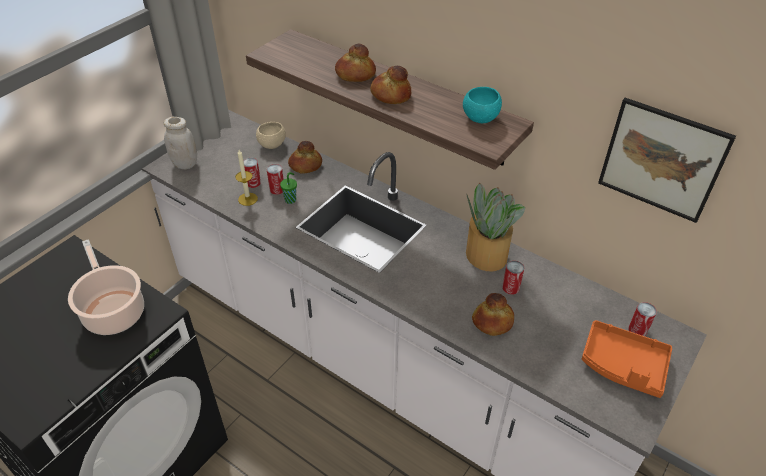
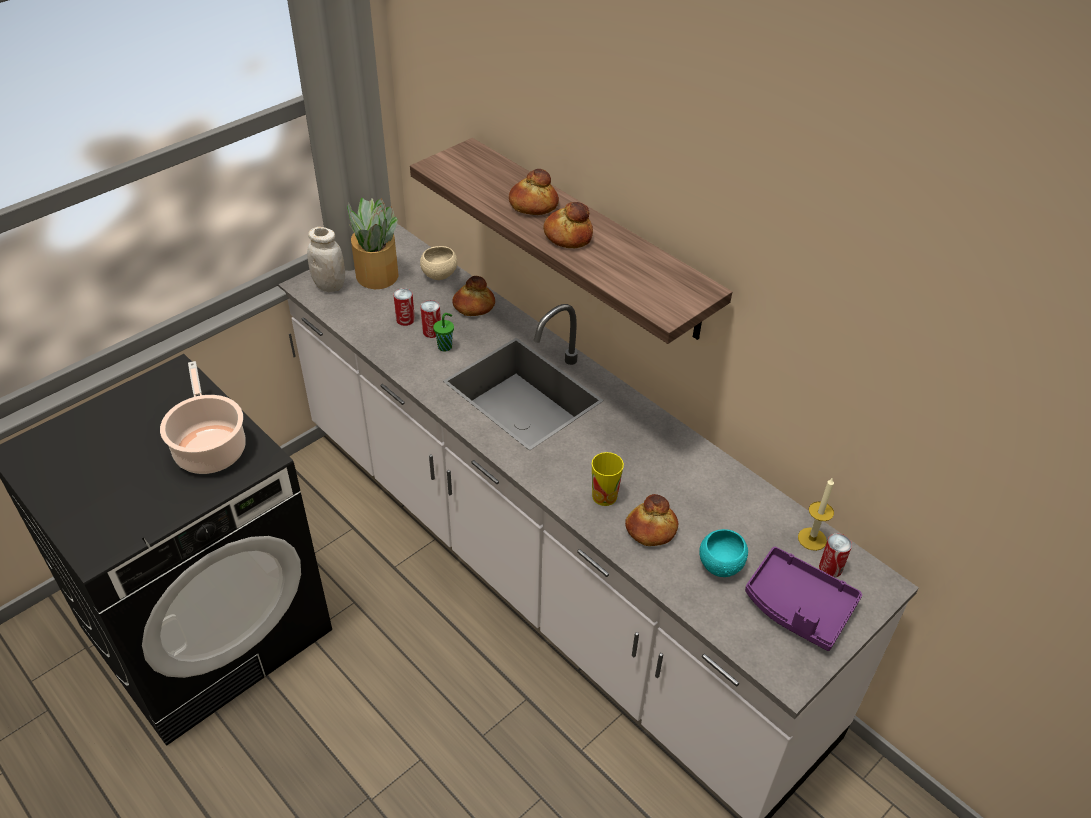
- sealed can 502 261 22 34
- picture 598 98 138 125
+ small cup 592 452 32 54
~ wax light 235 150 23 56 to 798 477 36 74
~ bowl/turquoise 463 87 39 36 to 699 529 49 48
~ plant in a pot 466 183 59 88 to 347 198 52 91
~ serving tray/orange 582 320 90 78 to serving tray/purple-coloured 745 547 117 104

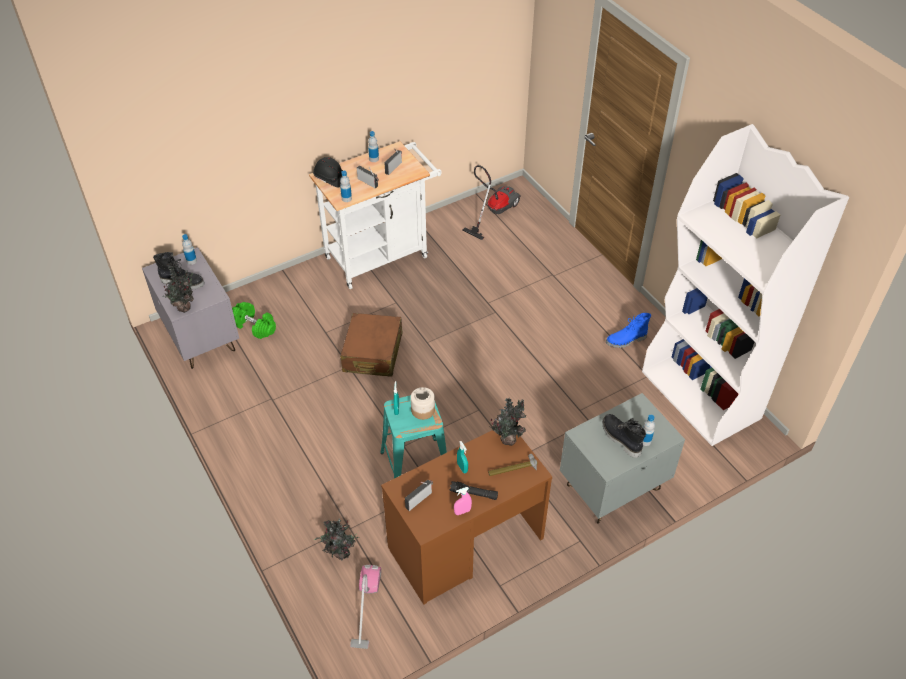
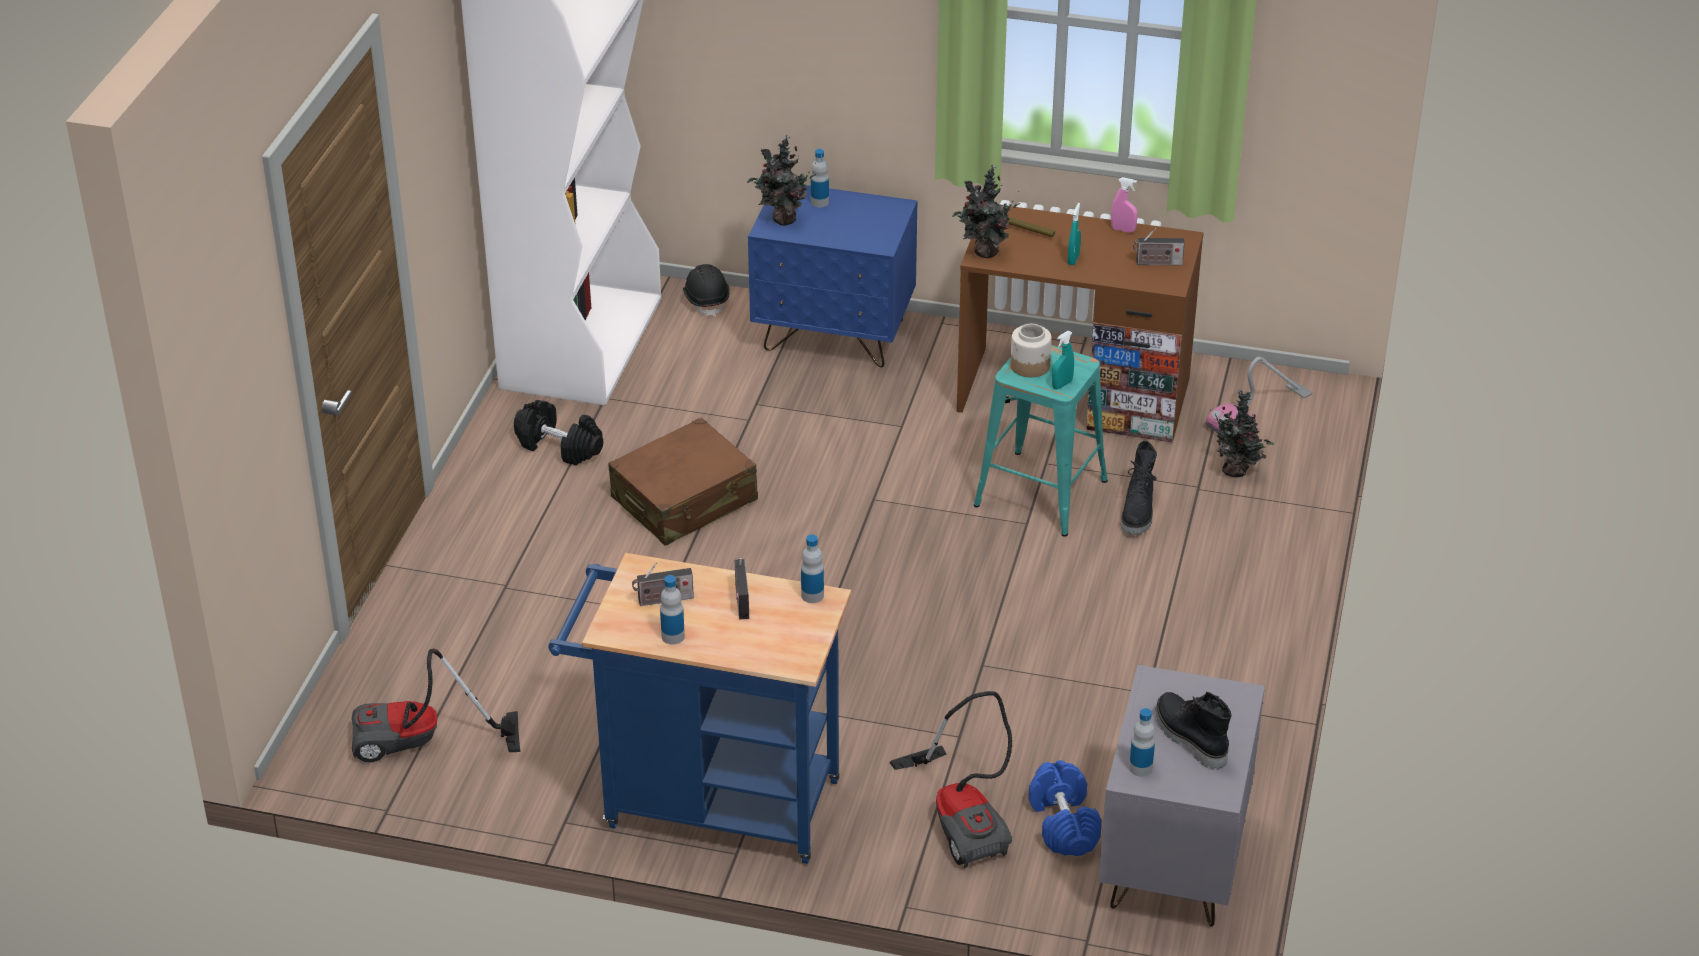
- flashlight/black-coloured 450 481 48 19
+ hoover 890 691 122 177
~ plant in a pot 162 266 32 47 to 747 135 69 91
~ safety helmet/black-coloured 313 157 30 31 to 683 264 47 53
~ travel case/brown-coloured 340 313 62 64 to 608 418 150 128
~ high-top boot/black-coloured 602 414 44 44 to 1121 441 36 94
~ high-top boot/blue 606 313 45 35 to free weight/black-coloured 514 400 89 65
~ free weight/green-coloured 232 302 44 37 to free weight/blue 1028 760 74 96
~ trolley/whitish 309 141 133 148 to trolley/blue 548 553 303 311
~ night table/gray 560 393 125 131 to night table/blue 748 185 169 182

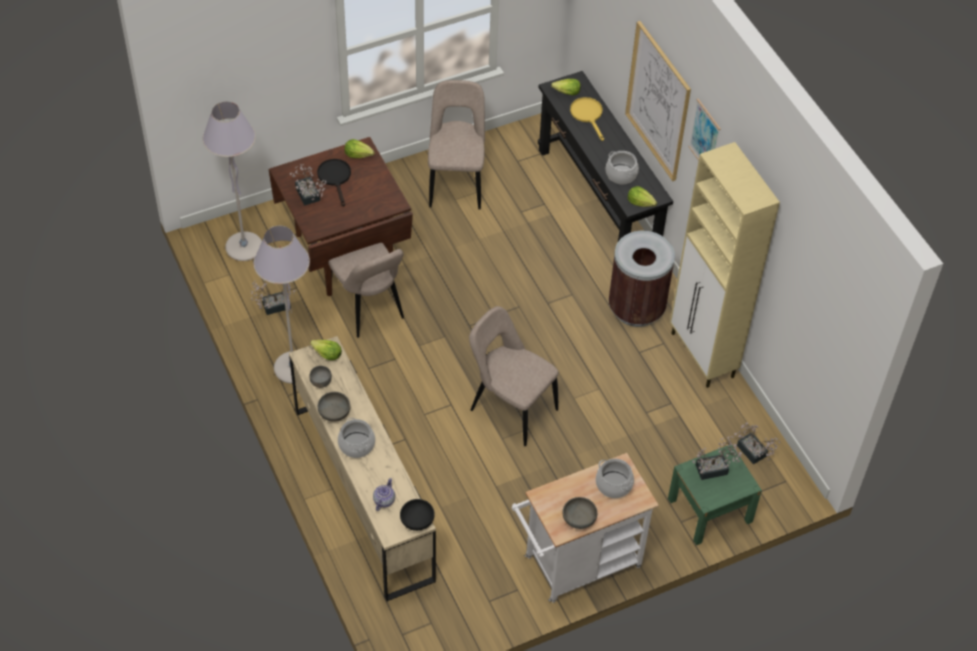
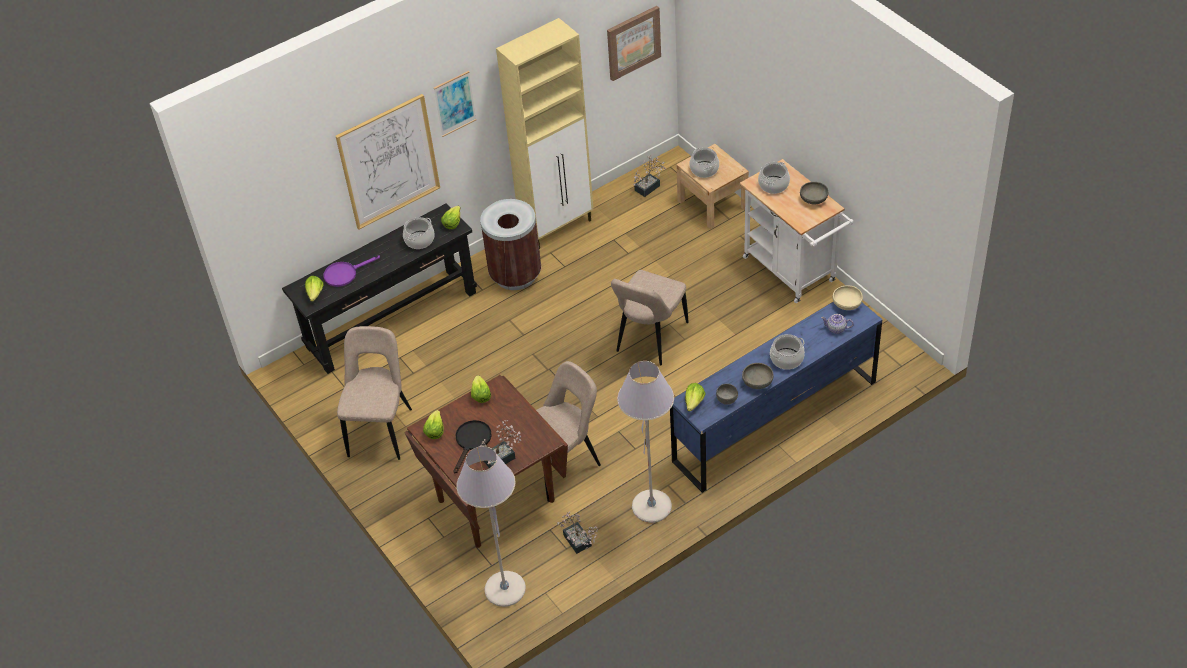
+ head of lettuce 471 375 20 28
+ picture 607 6 54 75
~ plant in a pot 692 436 50 44 to saucepot 689 148 30 30
~ drawer chest/beige 289 336 147 265 to drawer chest/blue 670 302 212 191
~ bowl/black-coloured 400 499 35 32 to bowl/beige 833 285 30 25
~ frying pan/yellow 570 97 34 44 to frying pan/purple-coloured 323 256 57 31
~ night table/green-coloured 668 445 94 100 to night table/beige 676 144 73 85
~ frying pan/black-coloured 317 159 34 48 = 453 420 39 53 135 degrees clockwise
~ plain chair/beige 428 80 57 130 = 337 326 75 134 105 degrees clockwise

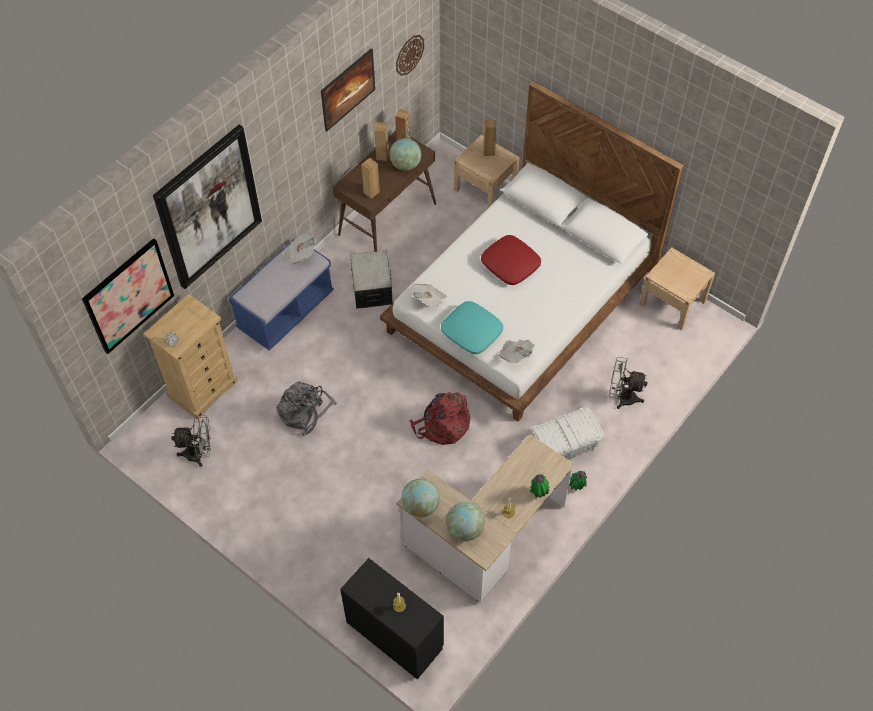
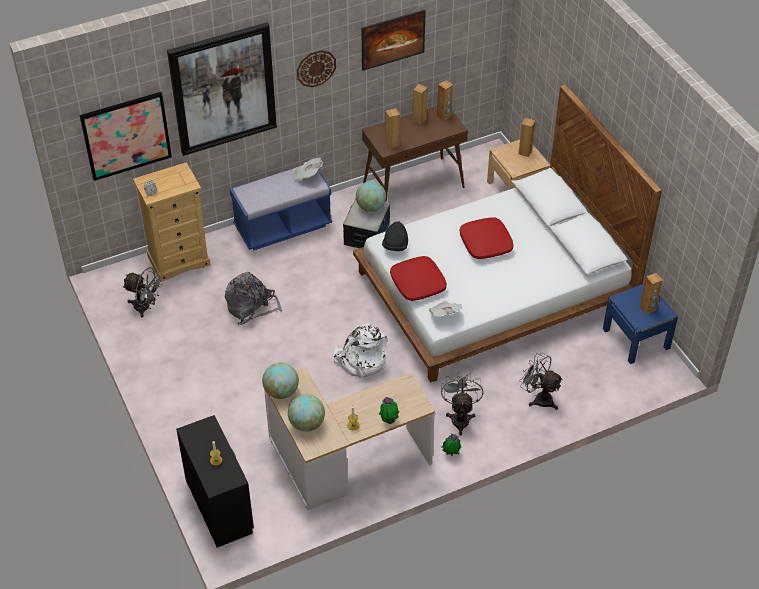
+ audio speaker/brown-coloured 640 273 23 41
~ world globe 389 138 32 33 to 356 181 30 31
~ hanging clock 396 35 28 41 to 297 50 39 37
~ daily paper 411 284 36 22 to clothing hat/black-coloured 382 221 26 30
~ storage box/whitish 530 407 74 53 to electric fan/gray 441 372 42 63
~ knapsack/red 410 392 60 53 to knapsack/whitish 333 323 54 55
~ cushion/turquoise 441 301 62 53 to cushion/red 390 256 57 45
~ night table/beige 639 247 76 83 to night table/blue 603 283 75 81

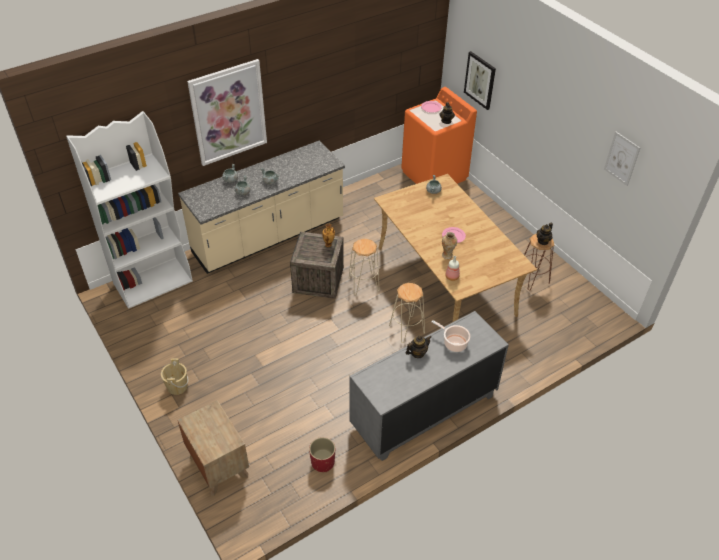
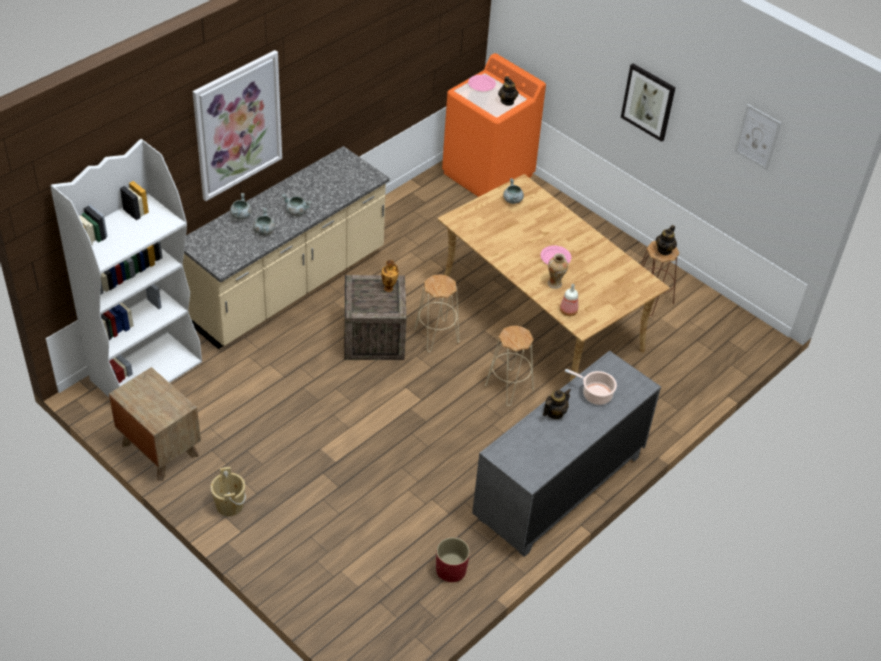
~ night table/brown-coloured 177 400 72 96 to 109 367 92 114
~ picture 464 51 32 59 to 621 63 55 79

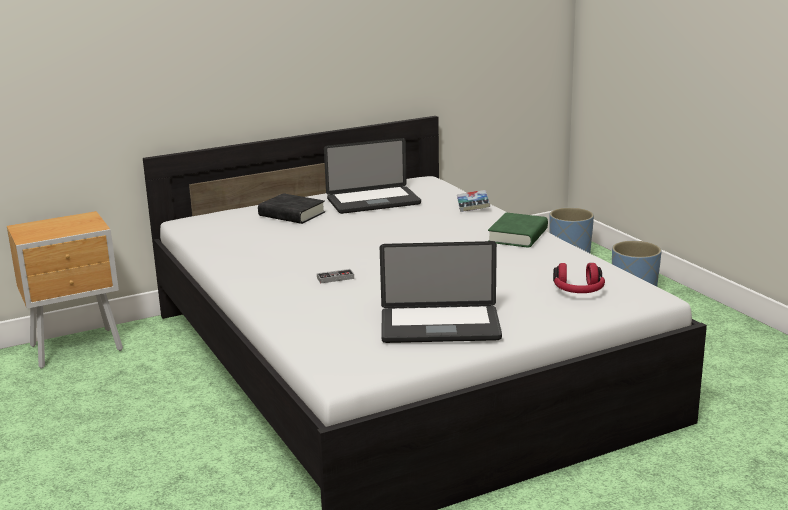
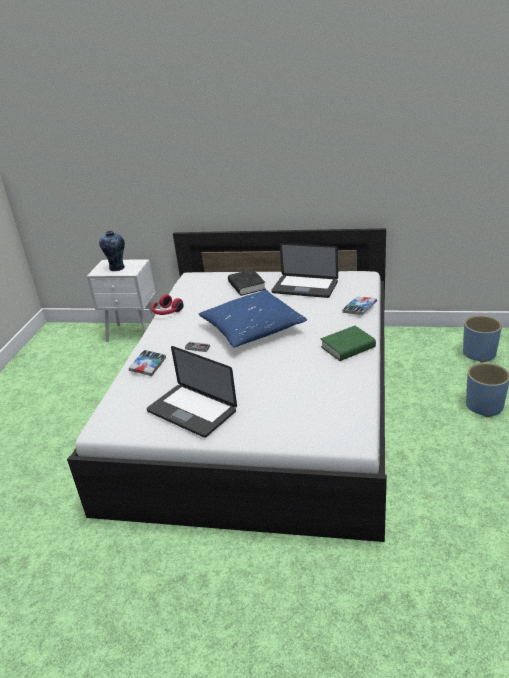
+ flower vase 99 230 26 41
+ volume 129 350 37 26
+ cushion/blue 199 290 108 58
~ headset/red 553 263 52 30 to 151 294 33 21
~ night table/brown-coloured 7 211 116 157 to night table/whitish 87 259 69 83

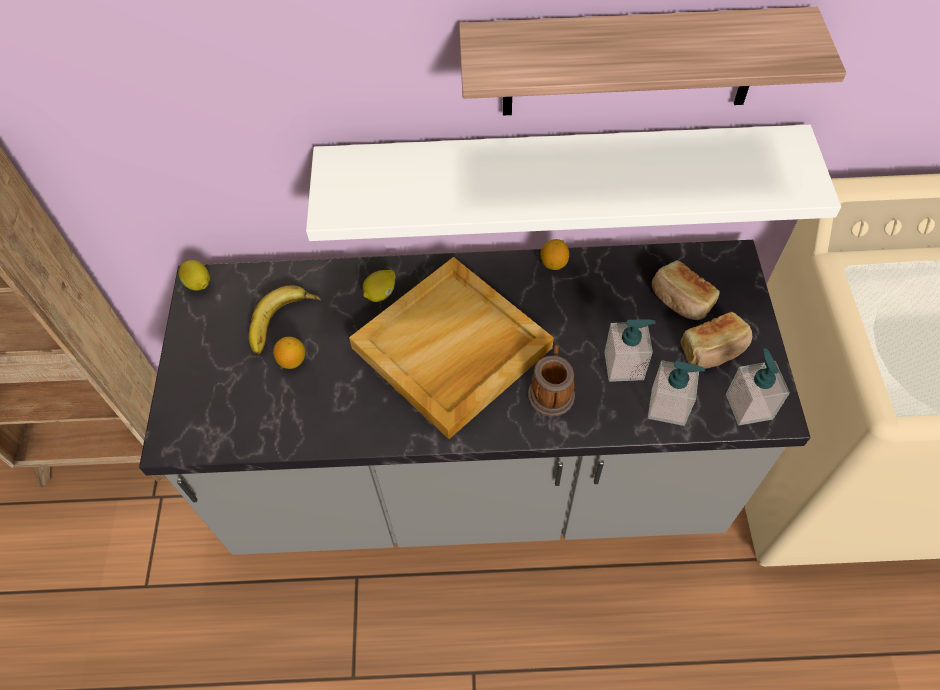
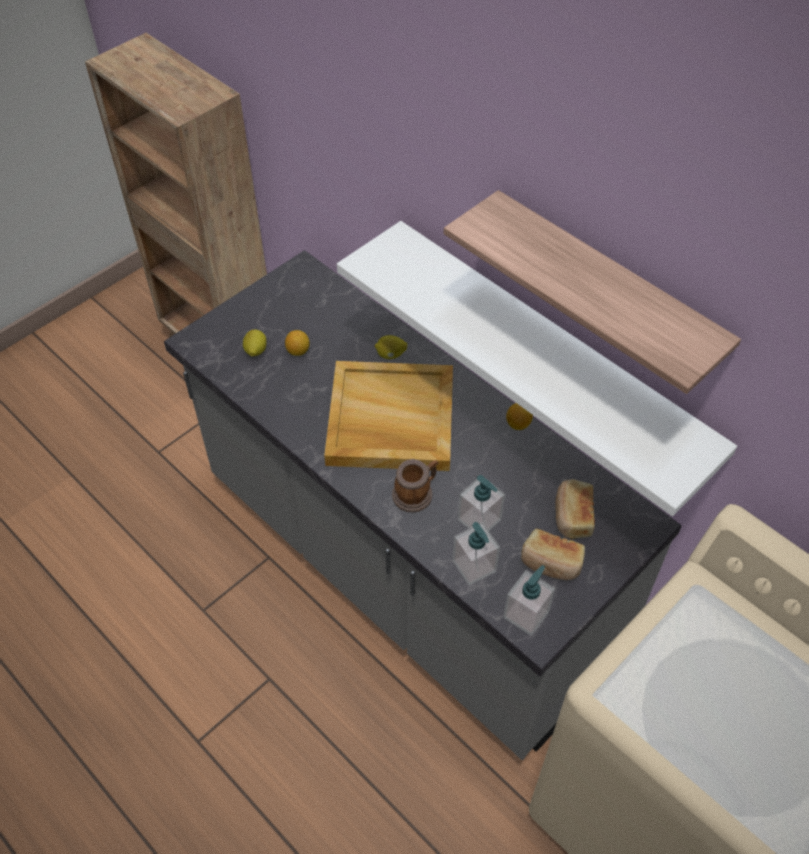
- whole banana 249 285 72 70
~ citrus fruit 179 260 31 31 to 243 329 24 27

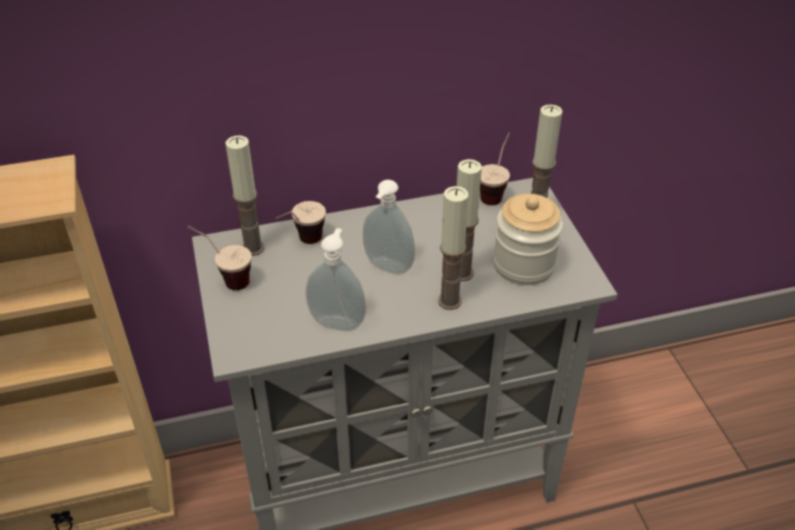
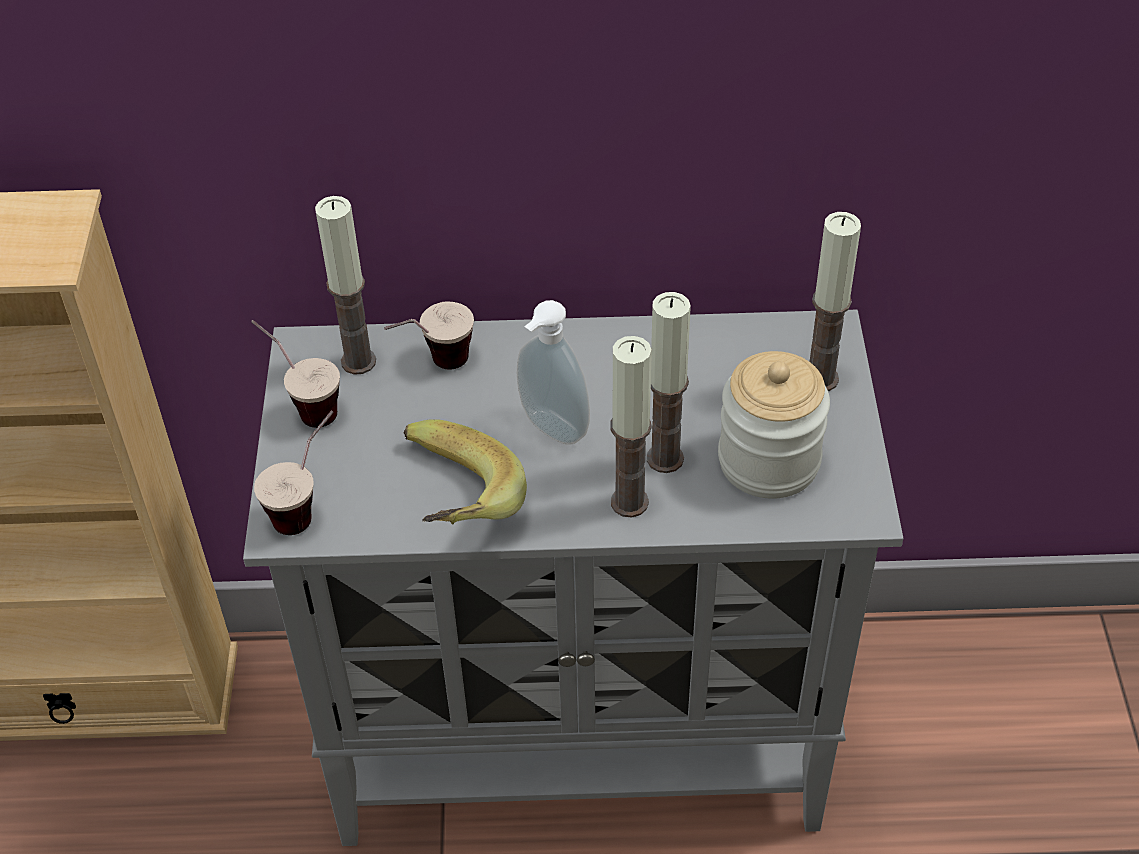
~ small cup 480 133 30 72 to 254 410 80 125
~ soap dispenser 305 228 61 103 to whole banana 404 419 123 105

